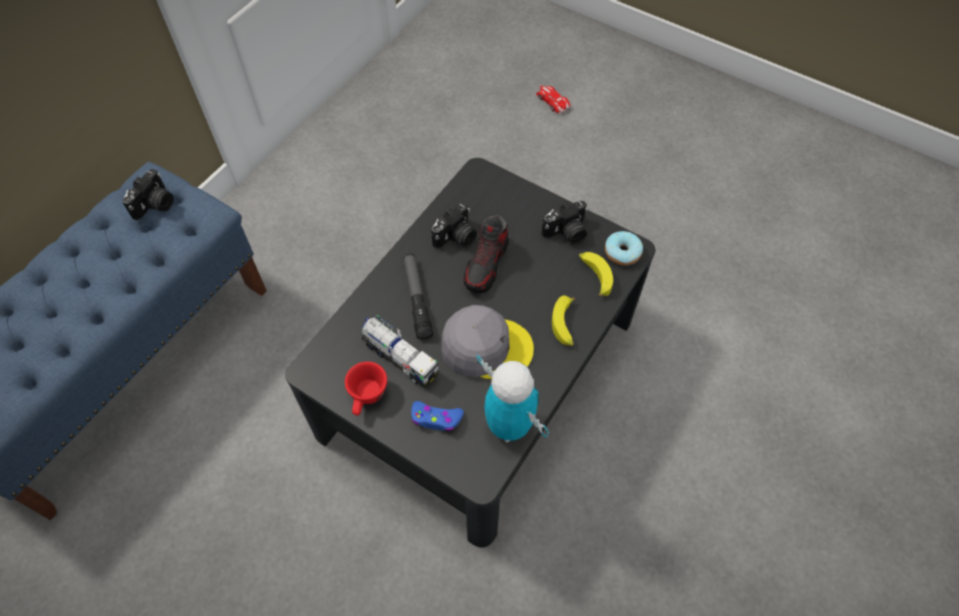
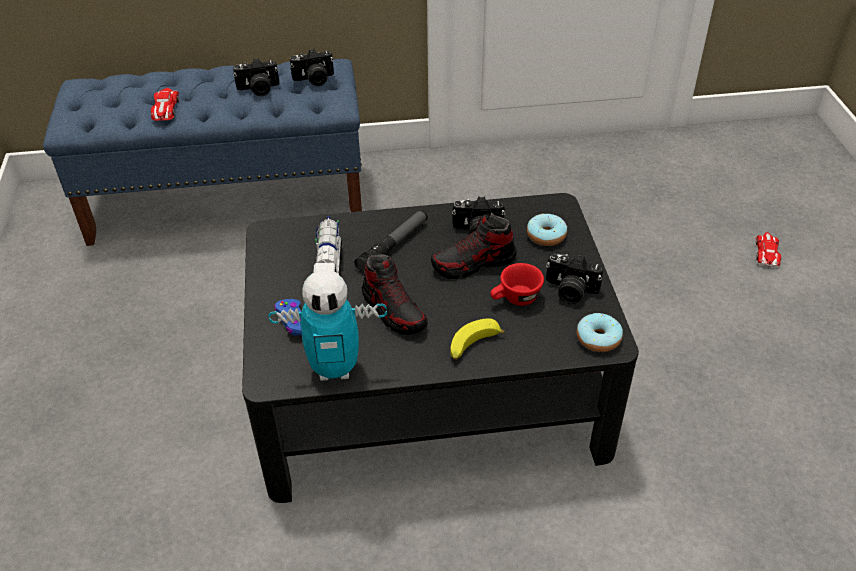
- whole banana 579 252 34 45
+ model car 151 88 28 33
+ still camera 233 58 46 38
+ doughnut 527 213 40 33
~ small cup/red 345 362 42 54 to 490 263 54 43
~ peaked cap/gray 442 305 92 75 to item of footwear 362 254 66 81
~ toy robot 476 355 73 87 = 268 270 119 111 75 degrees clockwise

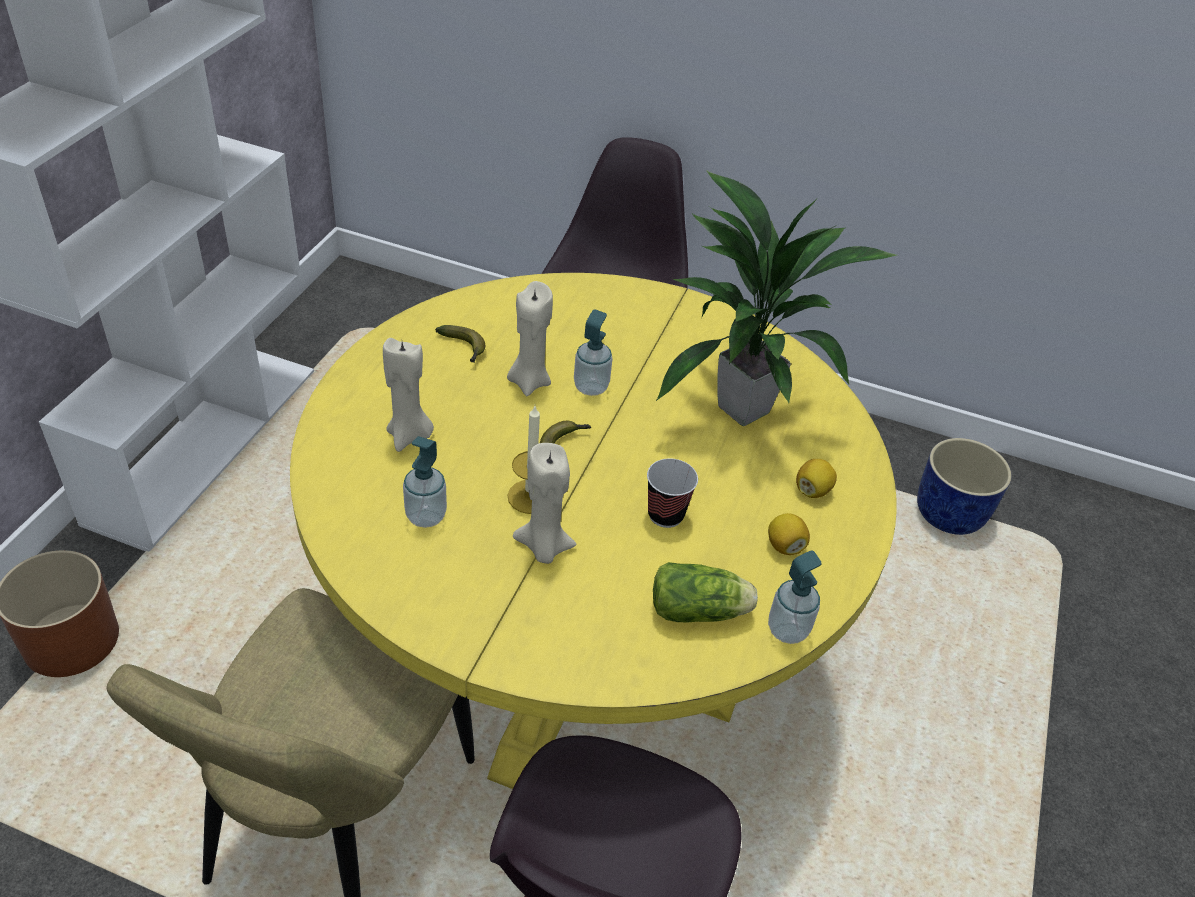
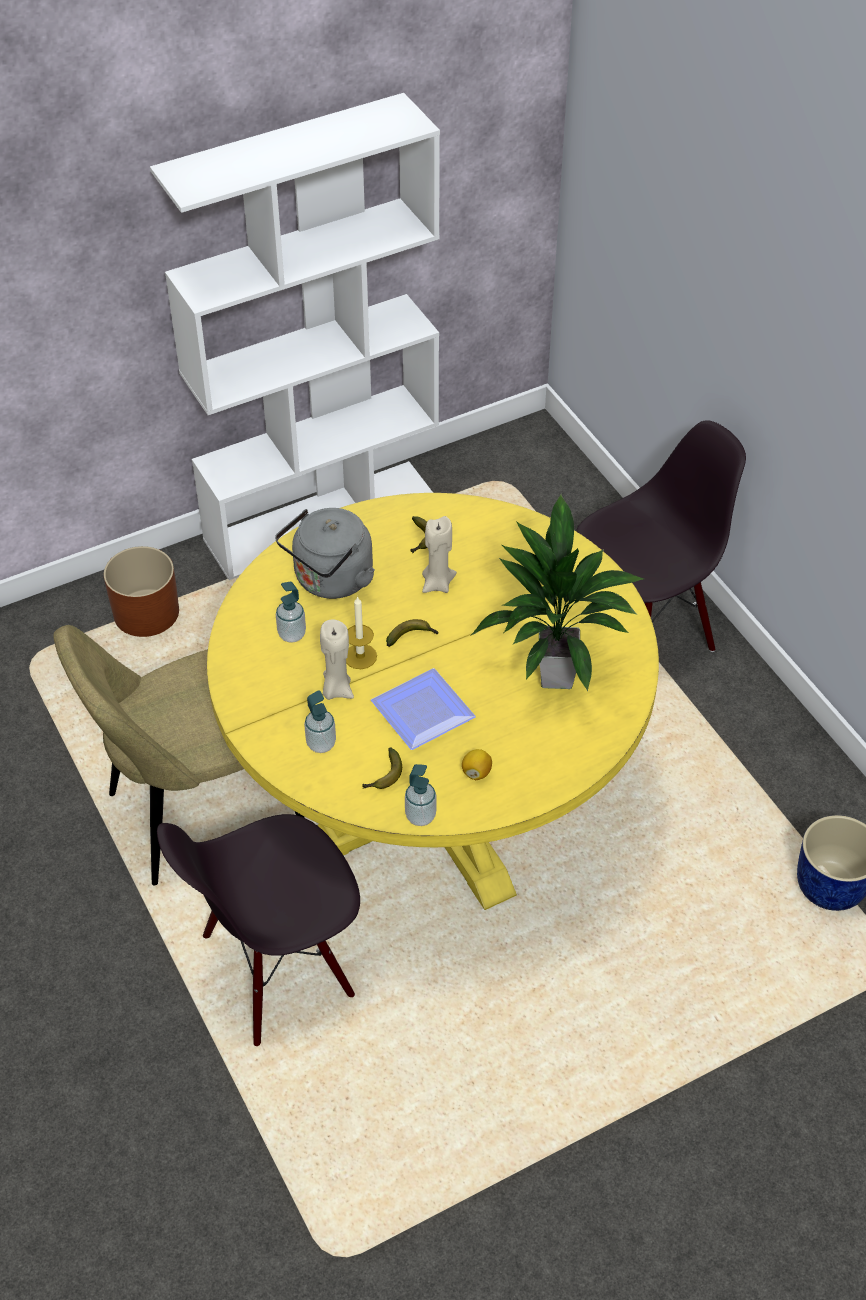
- citrus fruit 796 459 41 39
~ soap dispenser 574 309 39 87 to 304 690 32 63
~ wax light/beige 383 338 51 114 to tea kettle/gray 275 508 100 91
~ small cup 647 459 51 69 to flat dish 371 668 105 82
~ head of lettuce 653 562 105 60 to whole banana 362 748 40 41

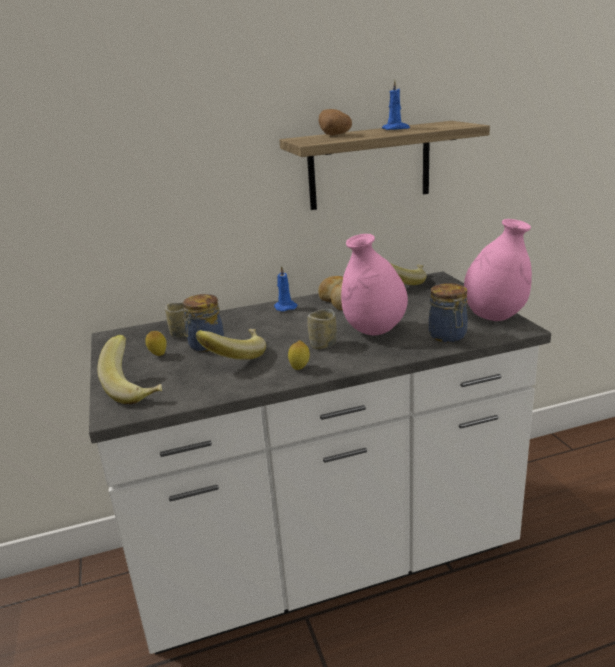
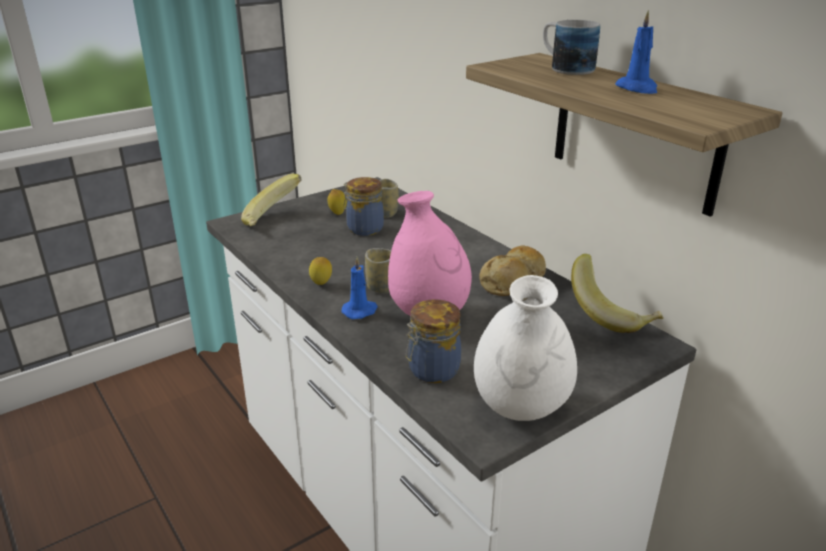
- whole banana 195 329 71 31
~ wax light/blue 274 266 24 45 to 342 257 36 62
~ spud 318 109 34 27 to coffee mug 543 20 57 55
~ flower vase/pinkish 464 219 68 102 to flower vase/whitish 474 275 103 146

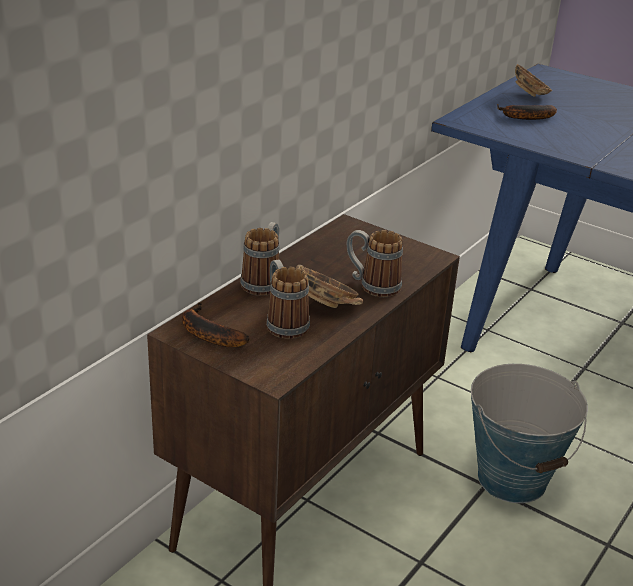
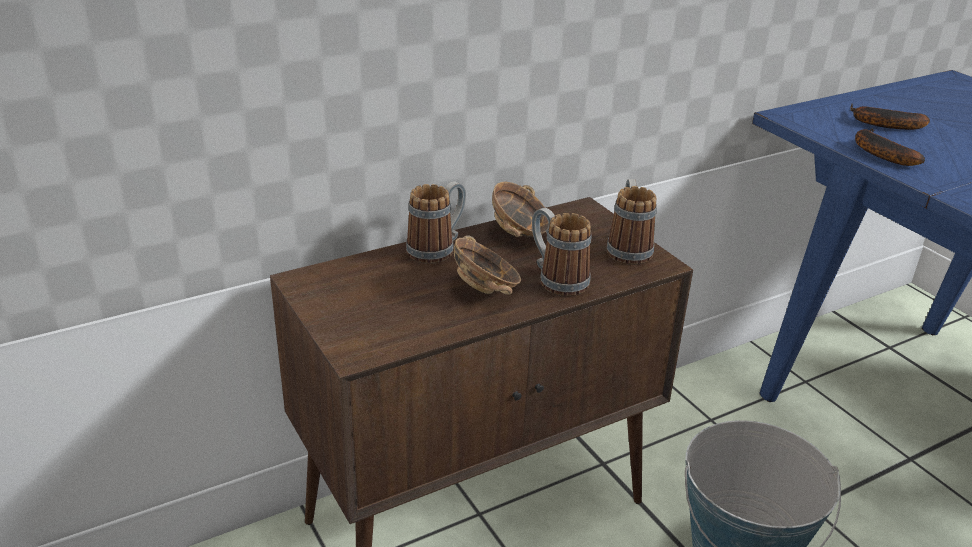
~ whole banana 182 302 67 45 to 855 128 70 38
~ coffee mug 267 259 43 80 to 607 179 50 86
~ bowl 515 64 37 33 to 492 182 57 55

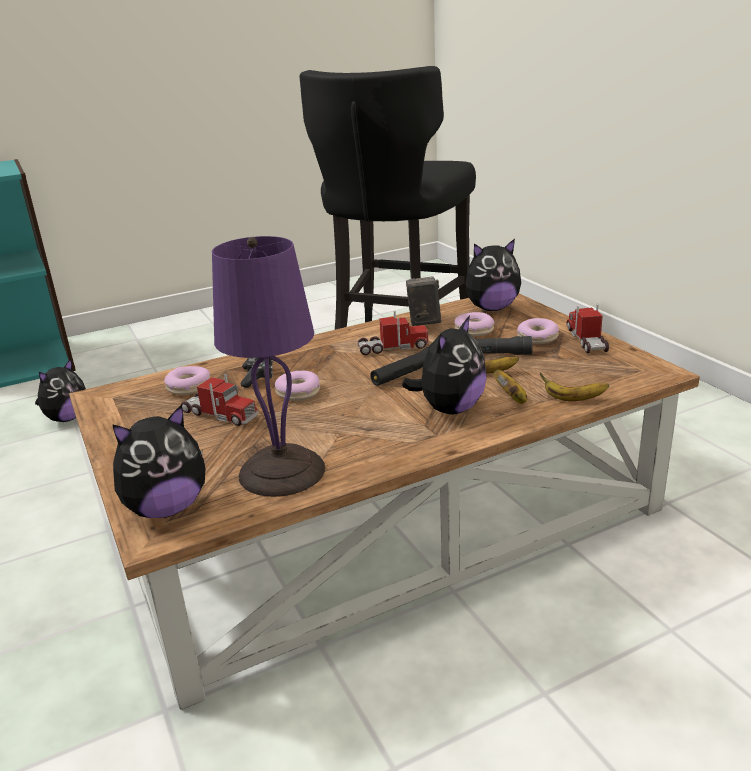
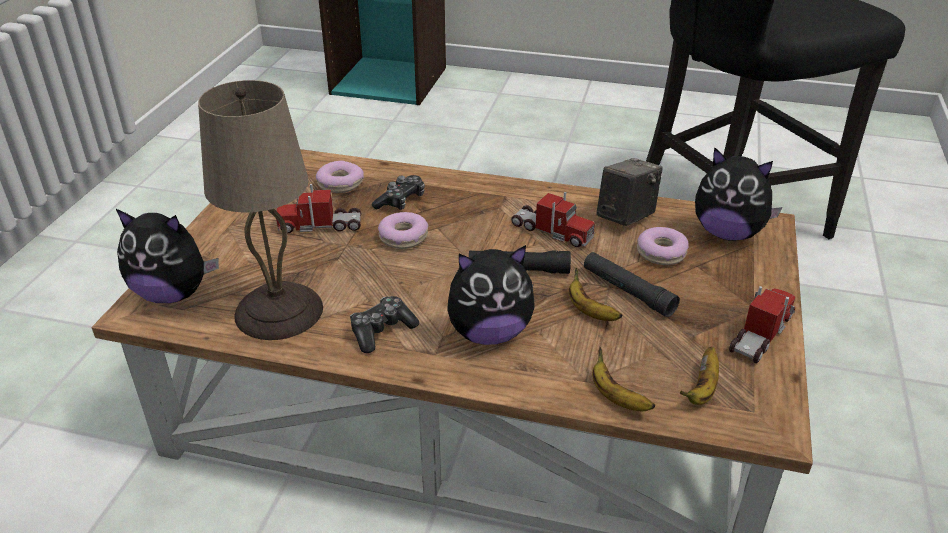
- soft toy 35 358 51 64
- doughnut 517 318 42 26
+ game controller 350 296 69 57
~ whole banana 494 370 33 34 to 680 347 39 58
~ lamp for a table/purple-coloured 212 236 113 261 to lamp for a table/beige 198 80 125 260
~ toy lorry 181 374 77 52 = 276 184 85 50 105 degrees clockwise

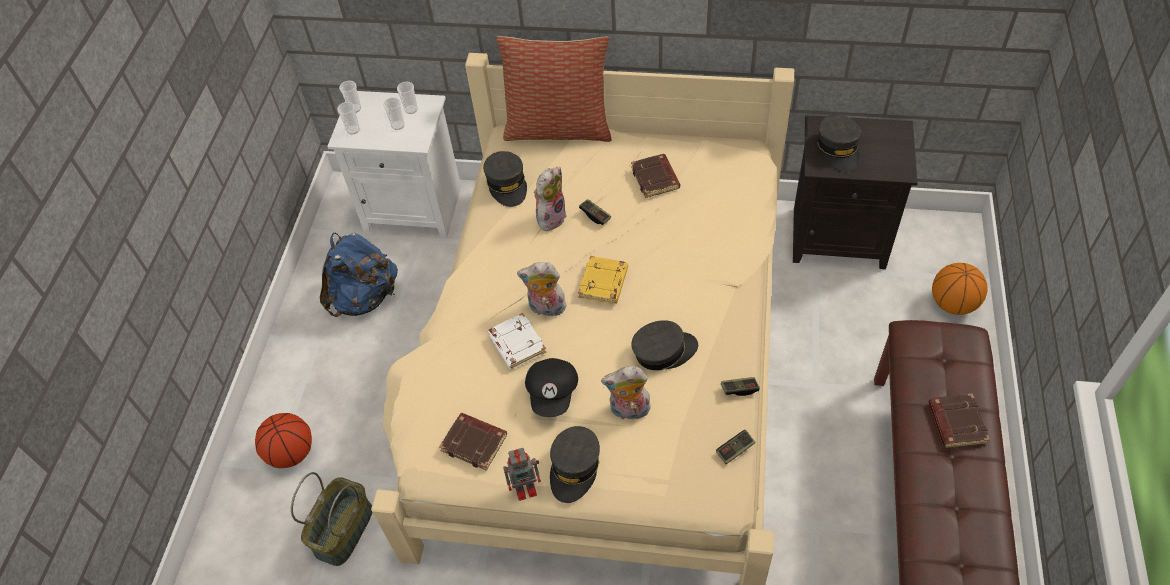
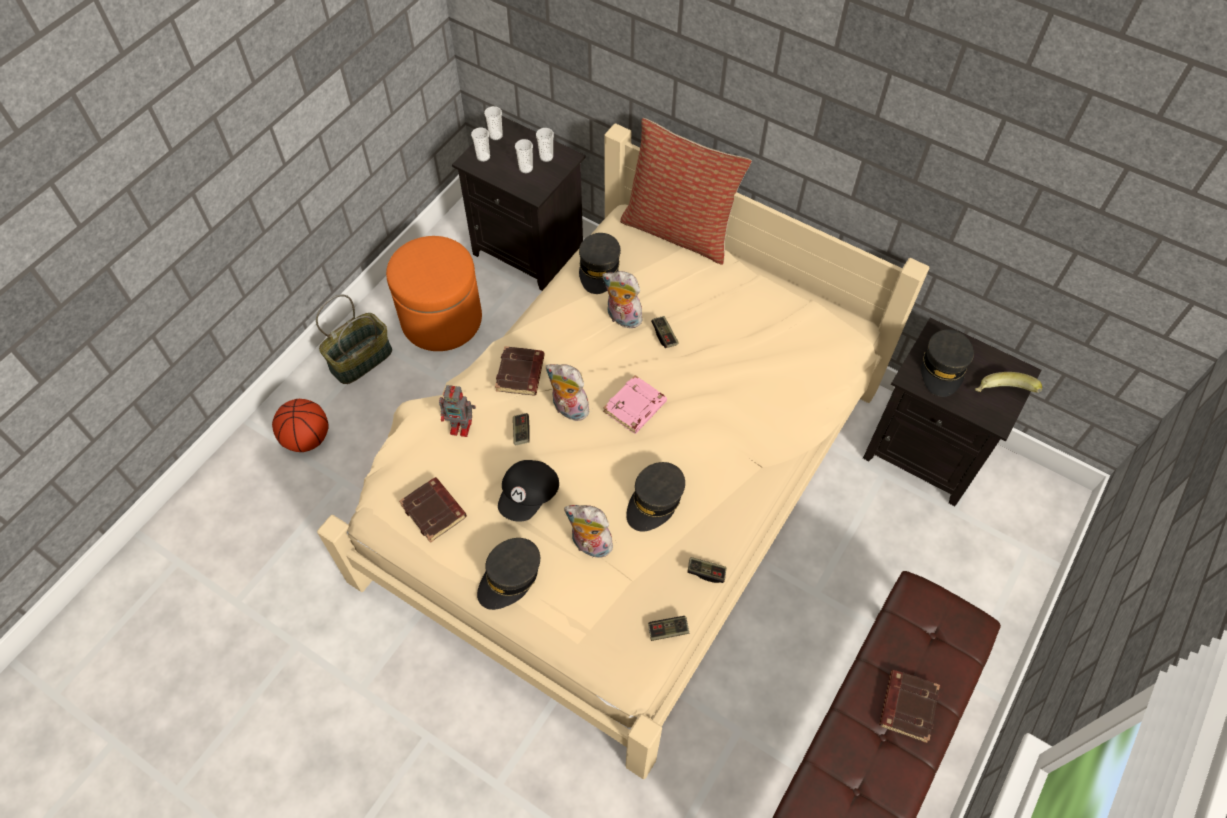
- ball for basketball 932 263 56 52
+ whole banana 975 372 67 21
~ basket 291 472 81 94 to 316 295 76 89
~ toy robot 503 448 38 53 to 439 385 37 52
~ volume/brown-coloured 631 154 49 44 to 495 346 50 49
~ knapsack/blue 320 233 78 84 to footrest/orange 386 236 96 115
~ volume/whitish 487 313 59 57 to game controller 513 413 17 33
~ night table/whitish 327 91 134 147 to night table/black-coloured 452 116 134 175
~ volume/yellow 578 256 50 48 to volume/pinkish 603 375 64 59
~ soft toy 534 167 33 67 = 602 271 40 57 120 degrees counterclockwise
~ peaked cap/gray 631 320 67 50 = 626 462 59 70 120 degrees clockwise

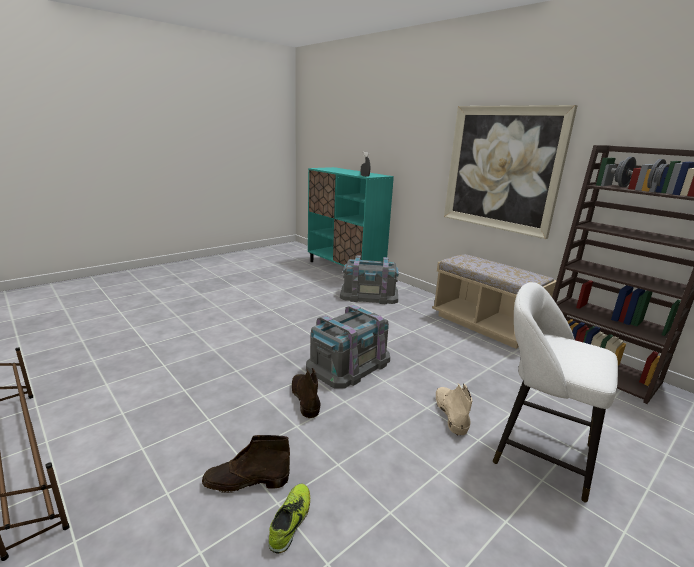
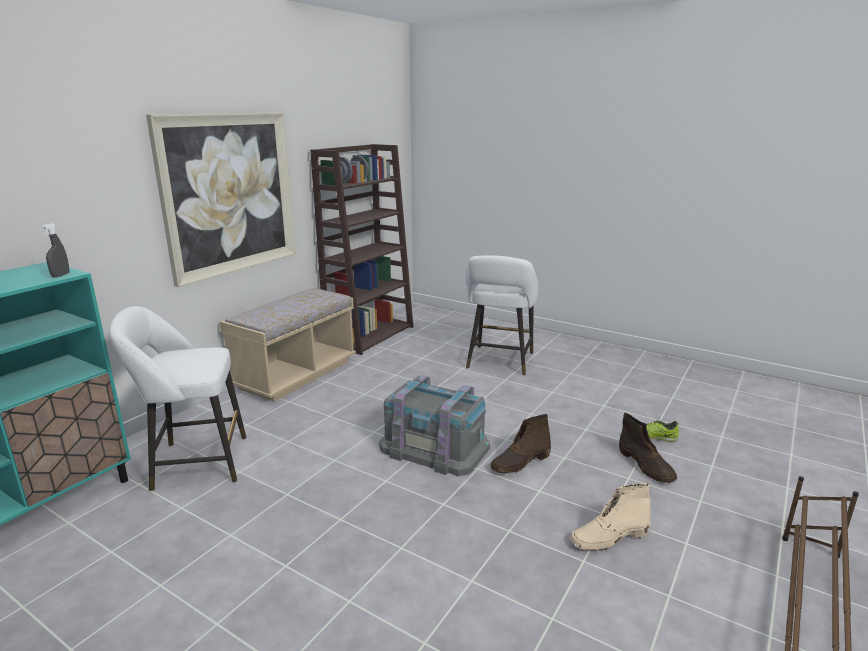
~ high-top boot/beige 435 383 37 52 to 570 483 81 68
~ storage box/gray 340 255 59 49 to stool/whitish 109 306 137 185

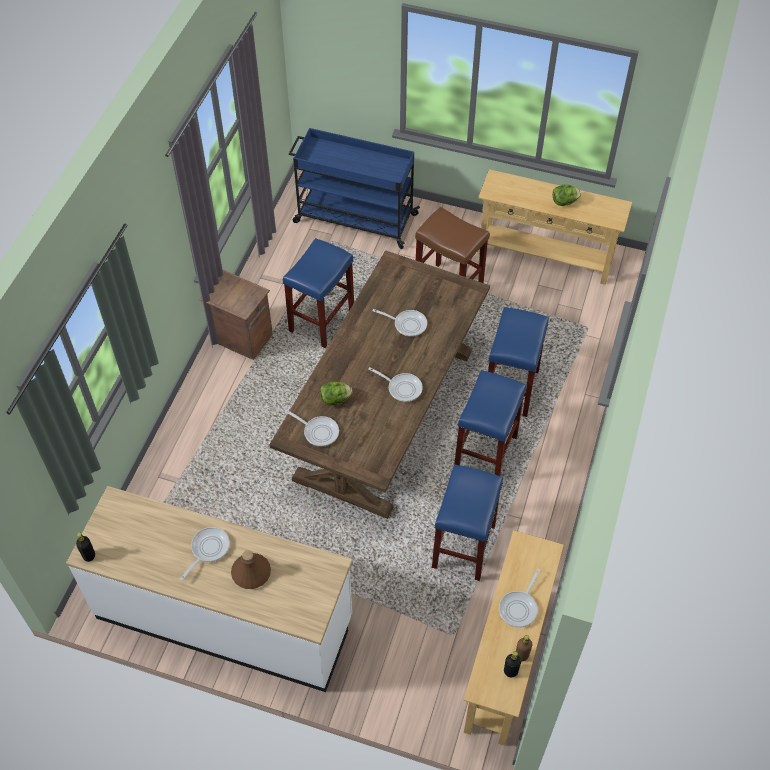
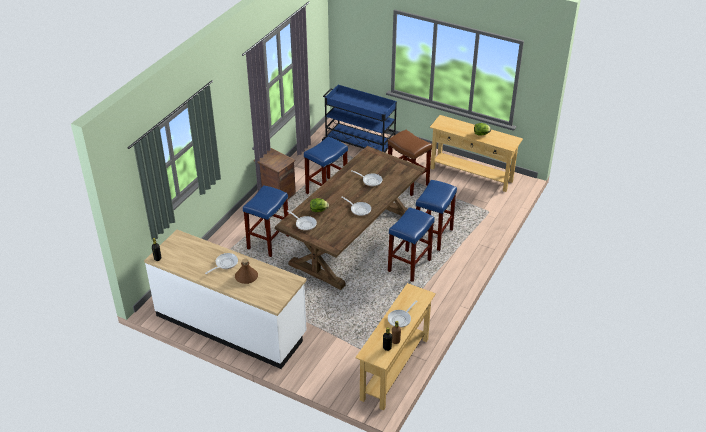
~ stool/blue 432 464 71 117 to 243 185 46 72

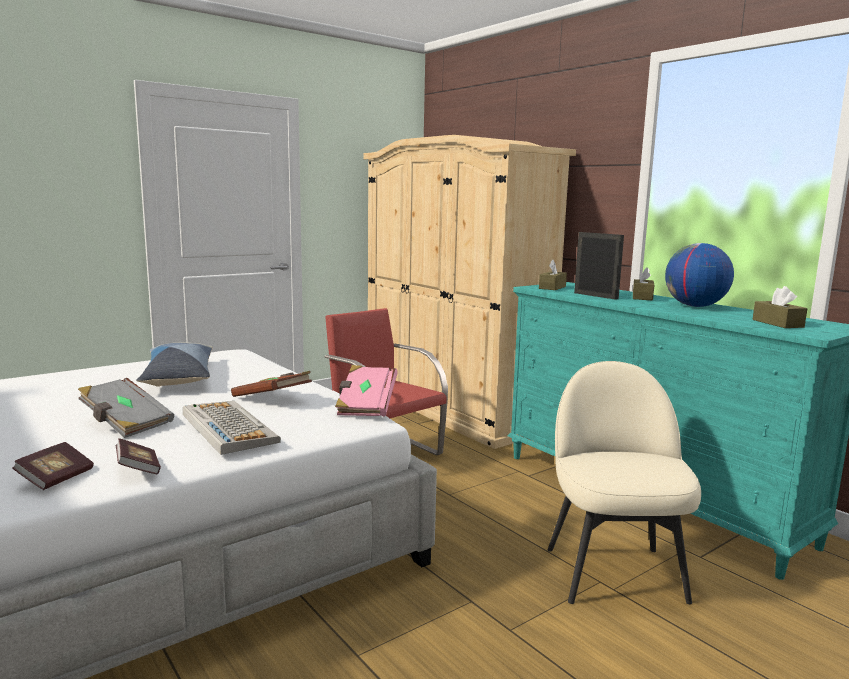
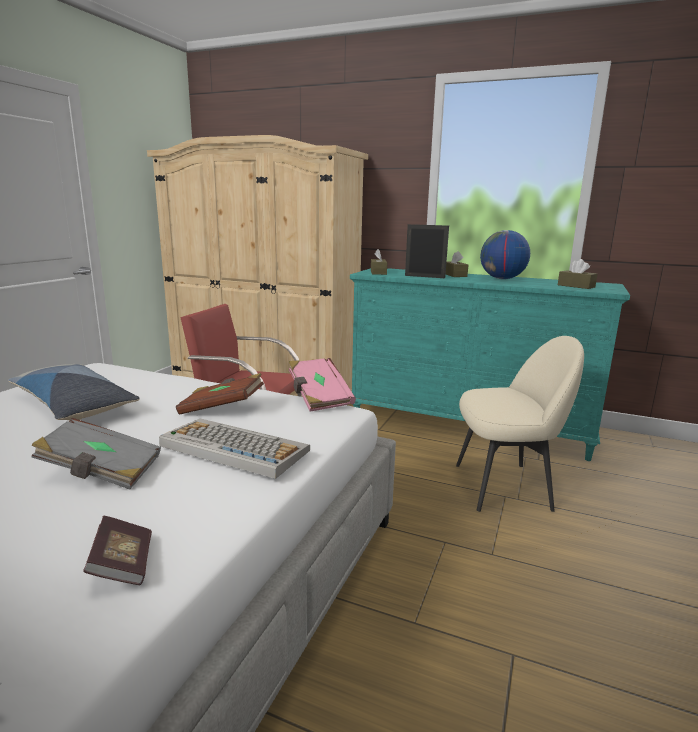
- volume 116 438 45 36
~ plain chair/beige 548 361 153 243 = 456 336 128 176 120 degrees clockwise

